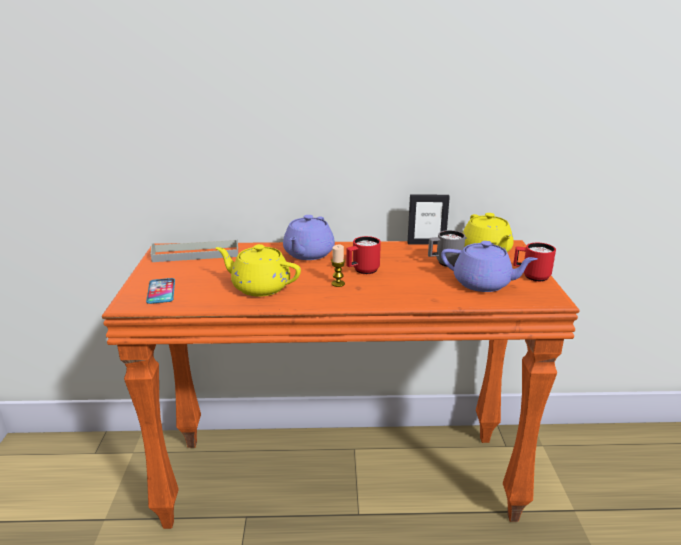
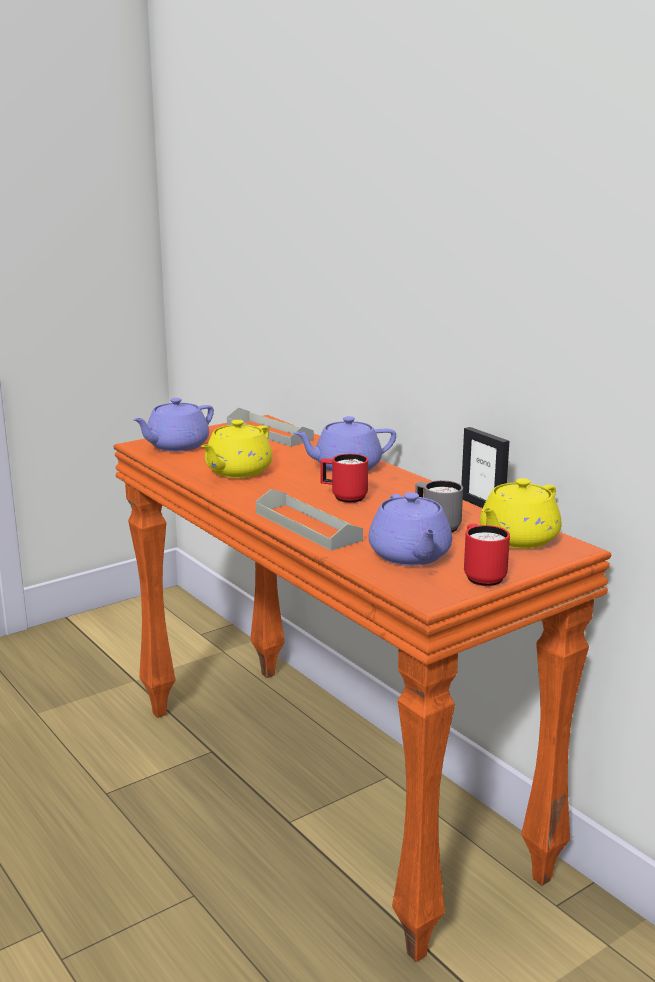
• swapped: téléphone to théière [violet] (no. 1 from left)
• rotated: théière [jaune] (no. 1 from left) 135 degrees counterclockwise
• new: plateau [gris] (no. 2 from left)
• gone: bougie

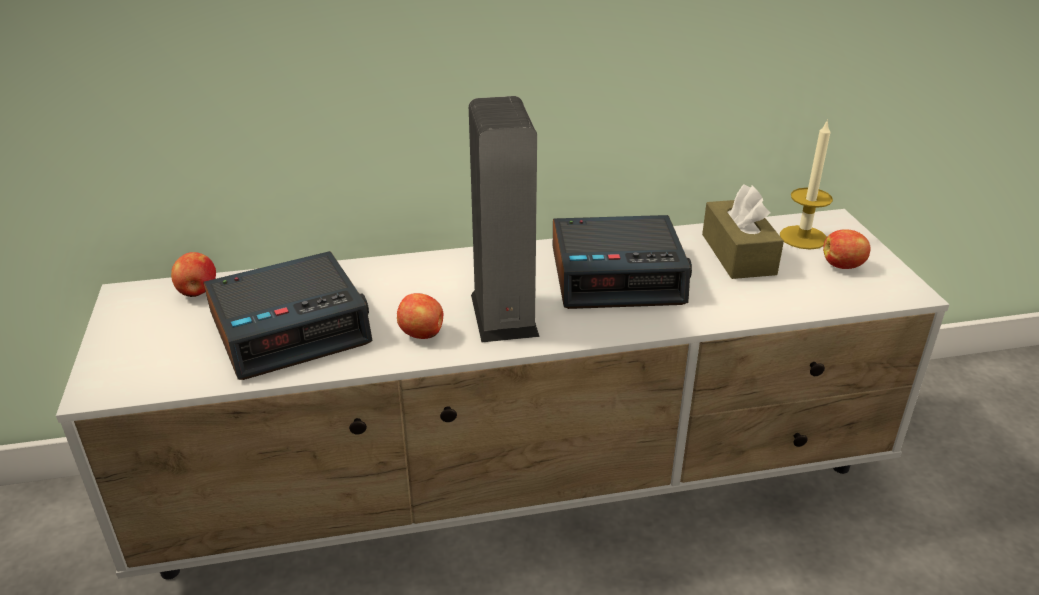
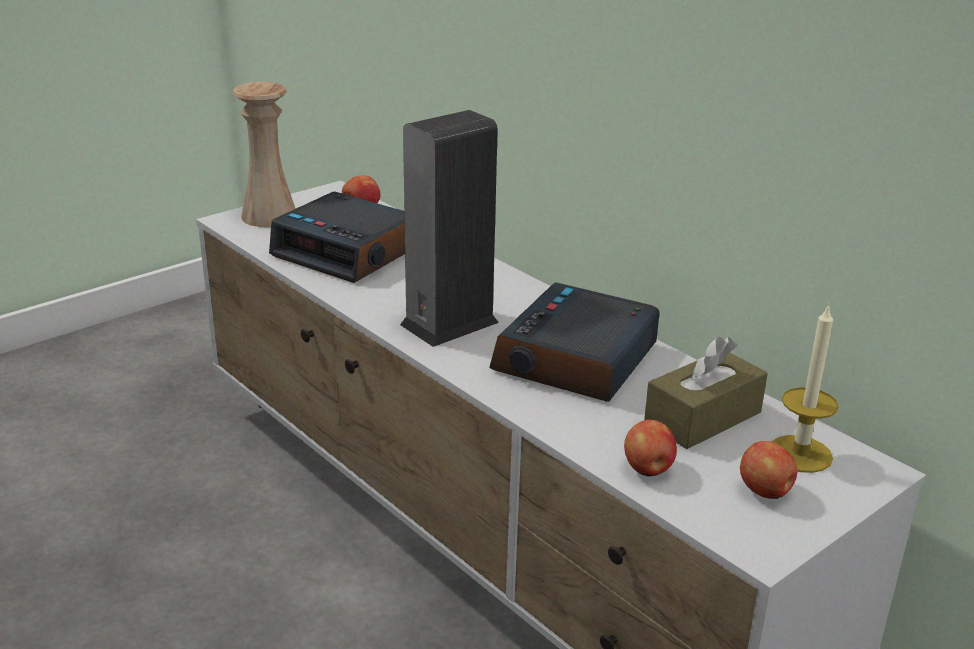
• new: vase [beige]
• rotated: réveil (no. 2 from left) 60 degrees clockwise
• shifted: pomme (no. 2 from left)

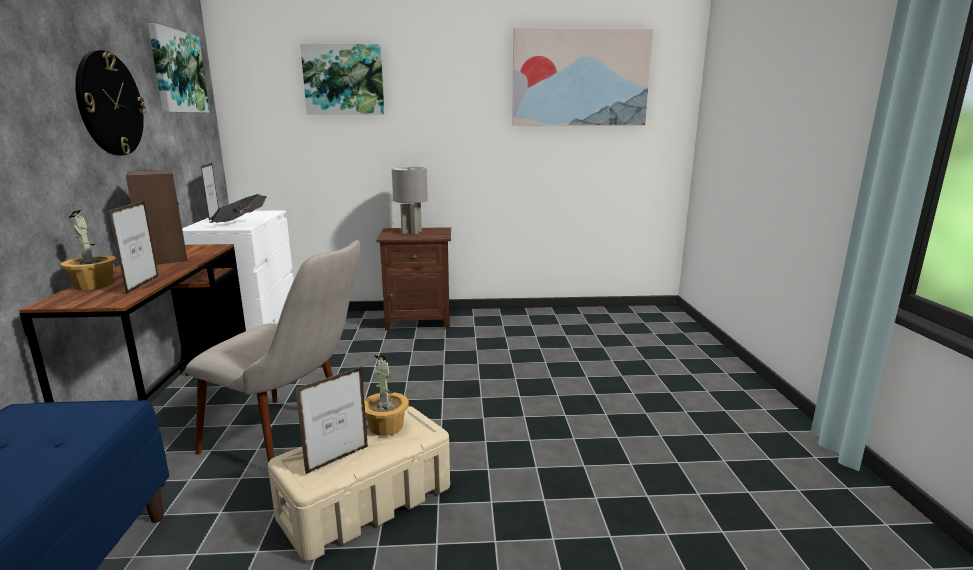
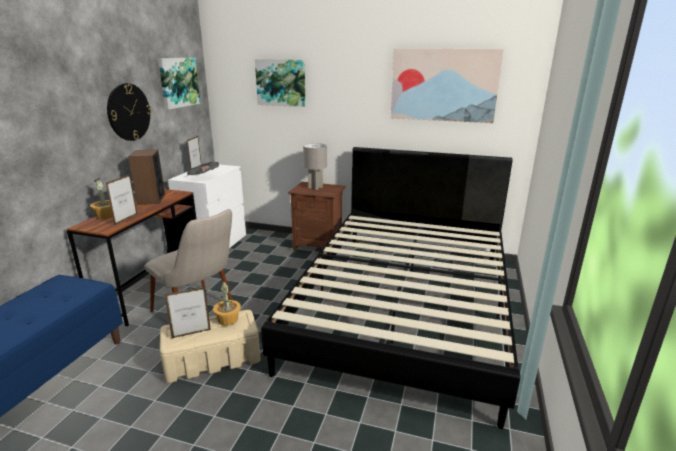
• new: lit [noir]

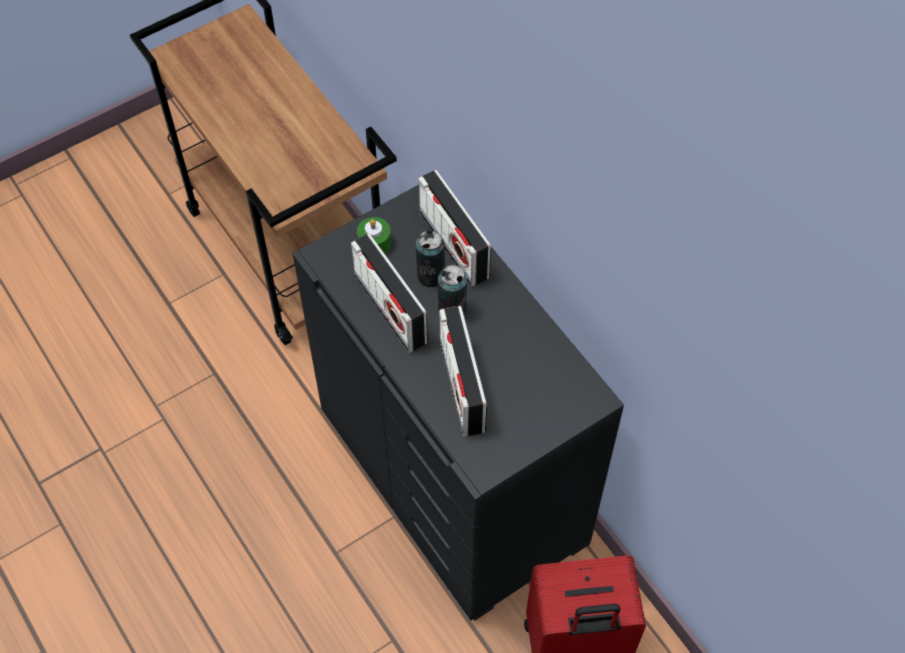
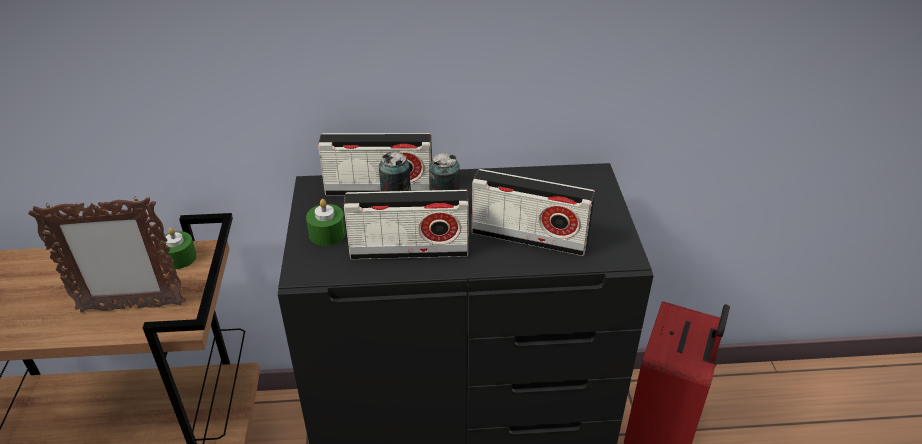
• new: cadre photo
• new: bougie [vert] (no. 1 from left)

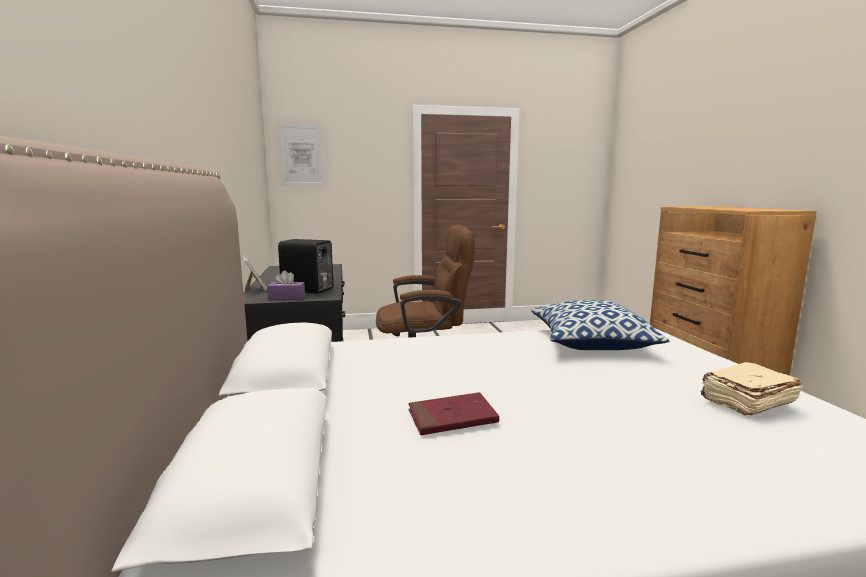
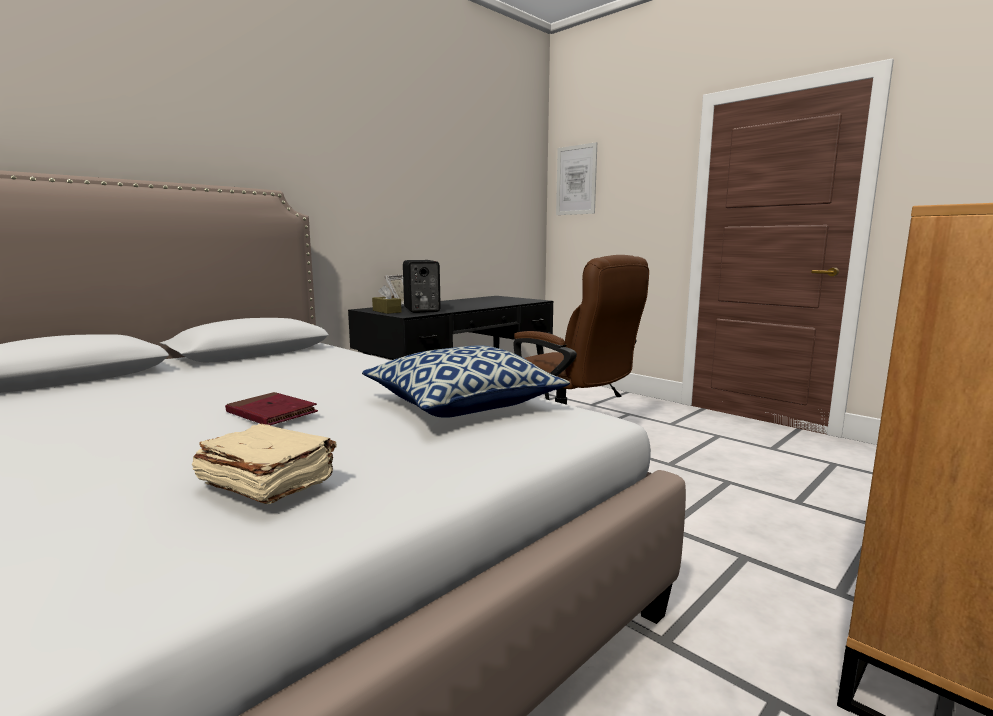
• shifted: livre [rouge]
• repainted: boîte à mouchoirs [violet] to boîte à mouchoirs [marron]

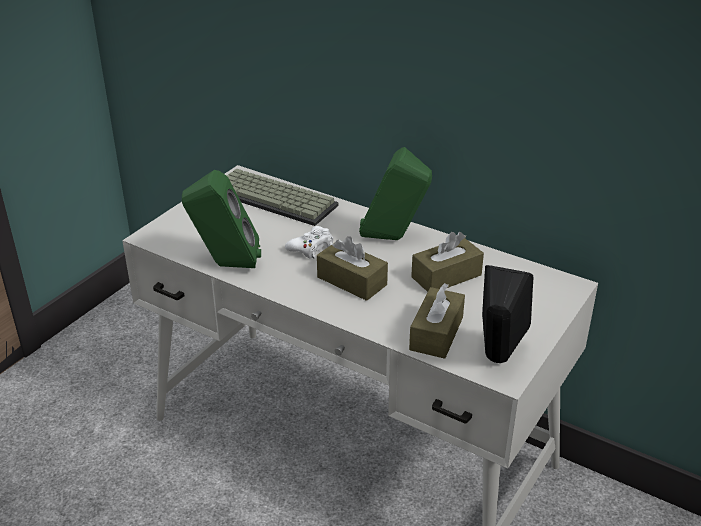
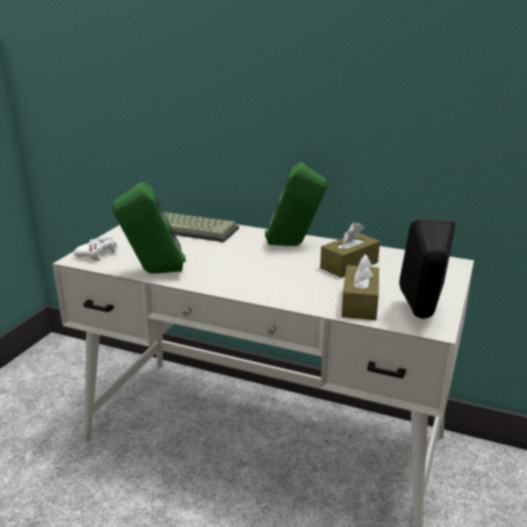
• shifted: manette [blanc]
• gone: boîte à mouchoirs [marron] (no. 1 from left)

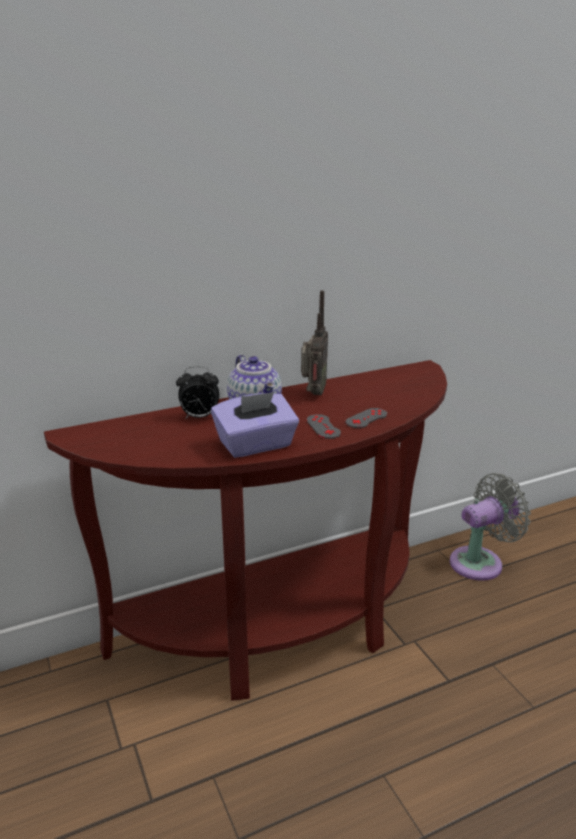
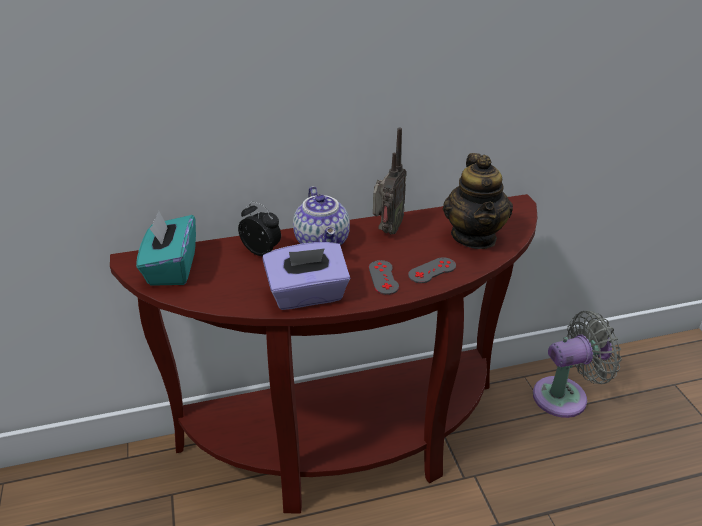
• new: boîte à mouchoirs [turquoise]
• rotated: réveil 150 degrees counterclockwise
• new: théière (no. 2 from left)

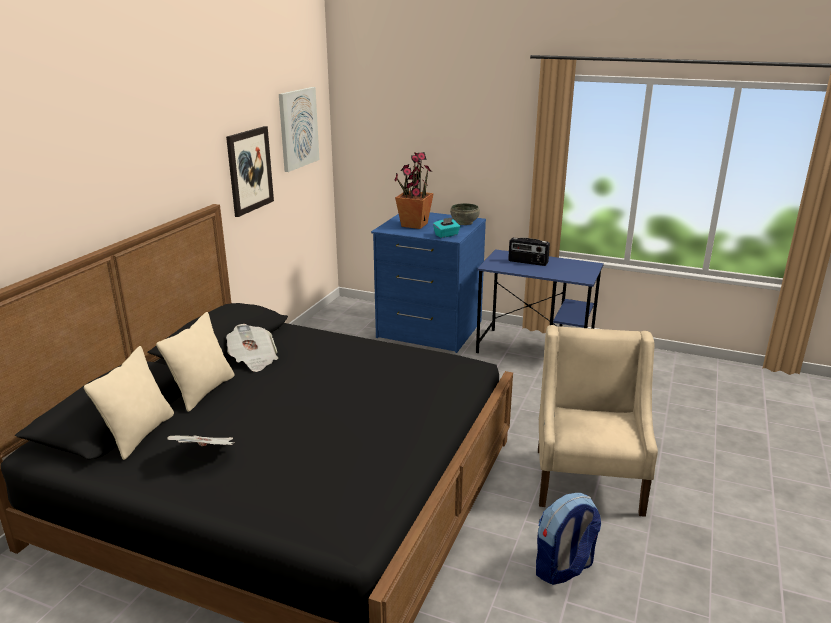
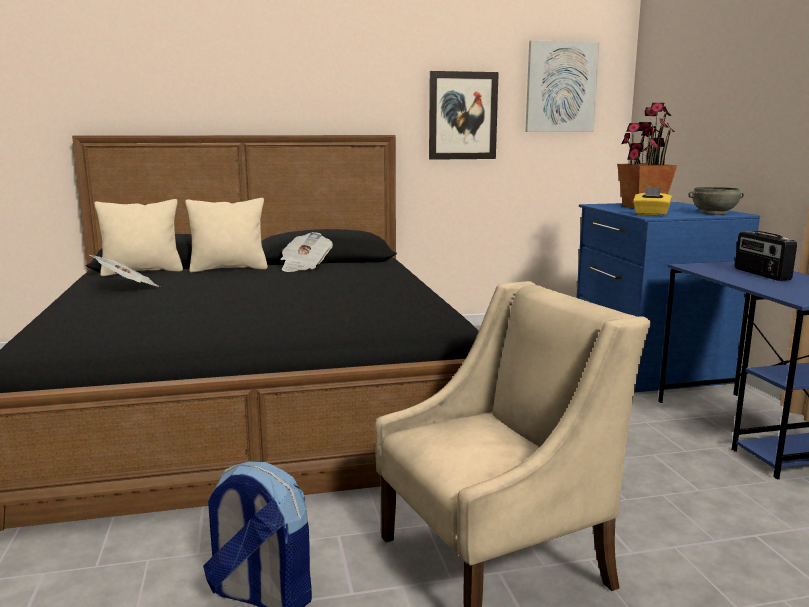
• repainted: boîte à mouchoirs [turquoise] to boîte à mouchoirs [jaune]

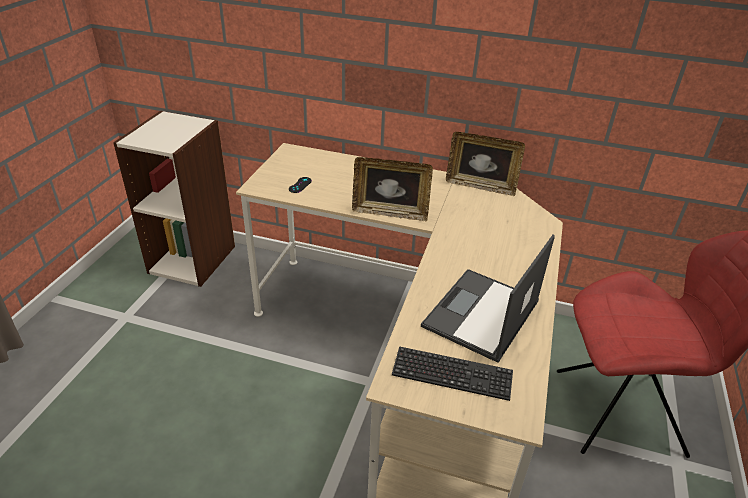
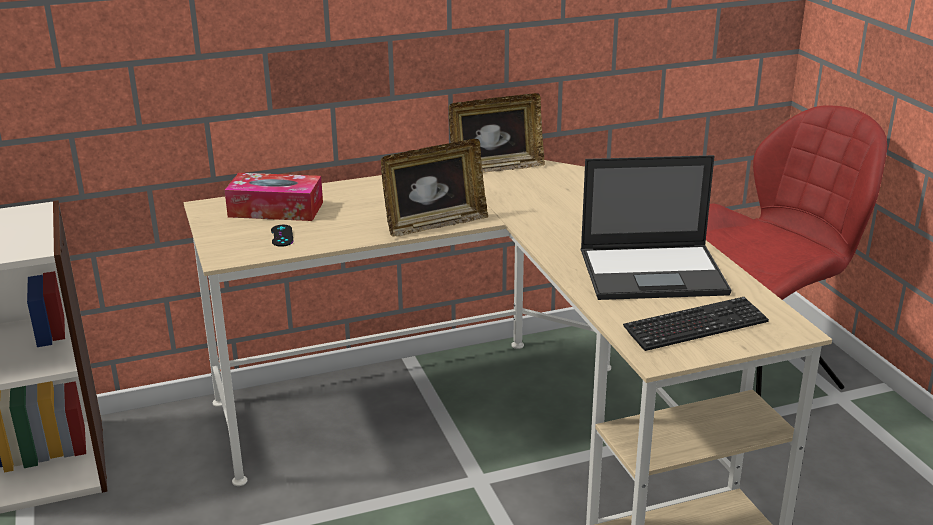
• new: boîte à mouchoirs
• rotated: ordinateur portable 90 degrees counterclockwise

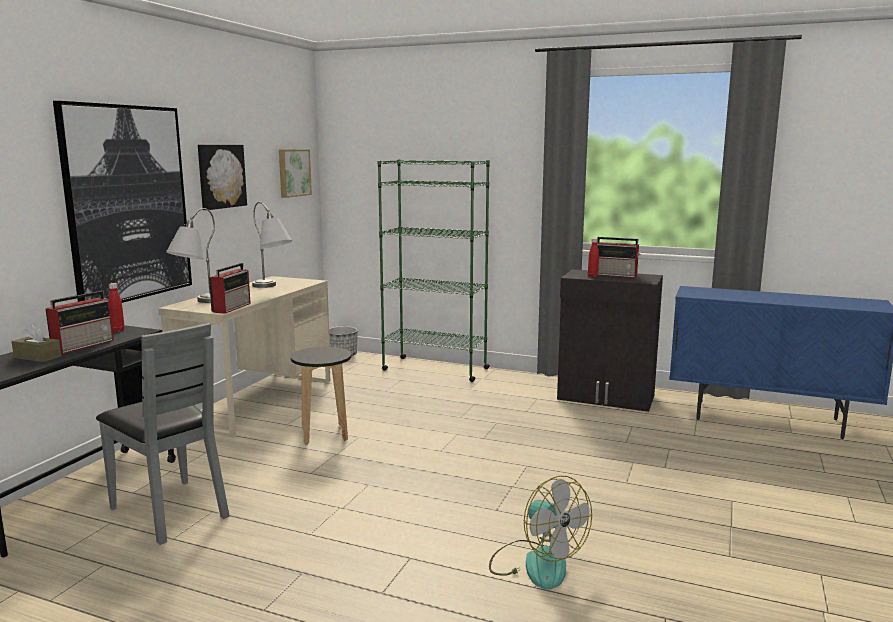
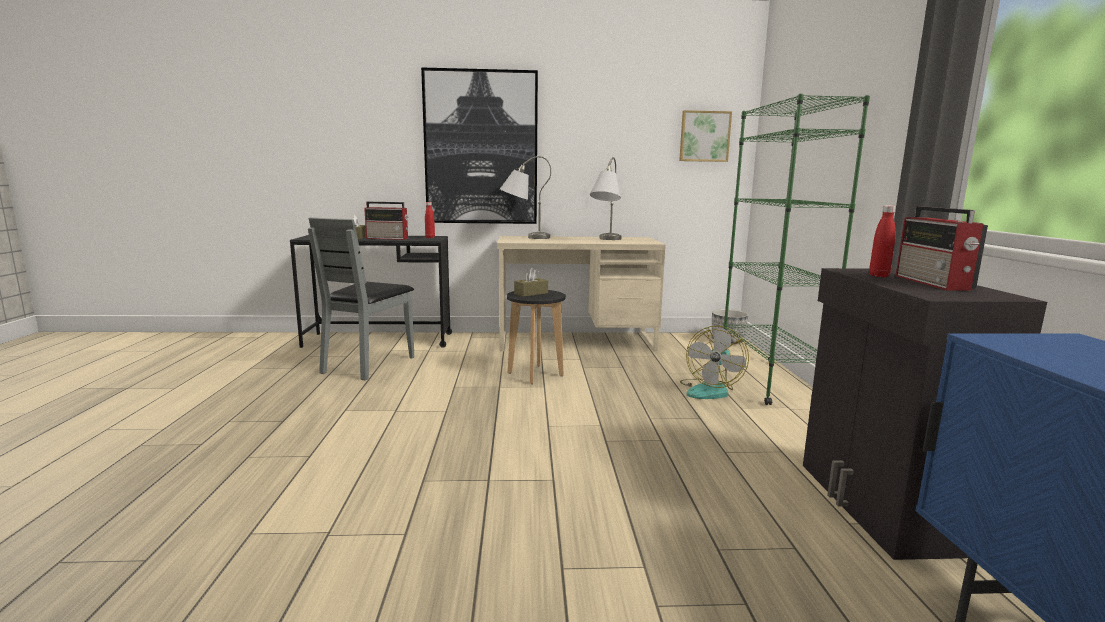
• new: boîte à mouchoirs [marron] (no. 2 from left)
• shifted: ventilateur
• gone: tableau (no. 2 from left)
• gone: radio (no. 2 from left)

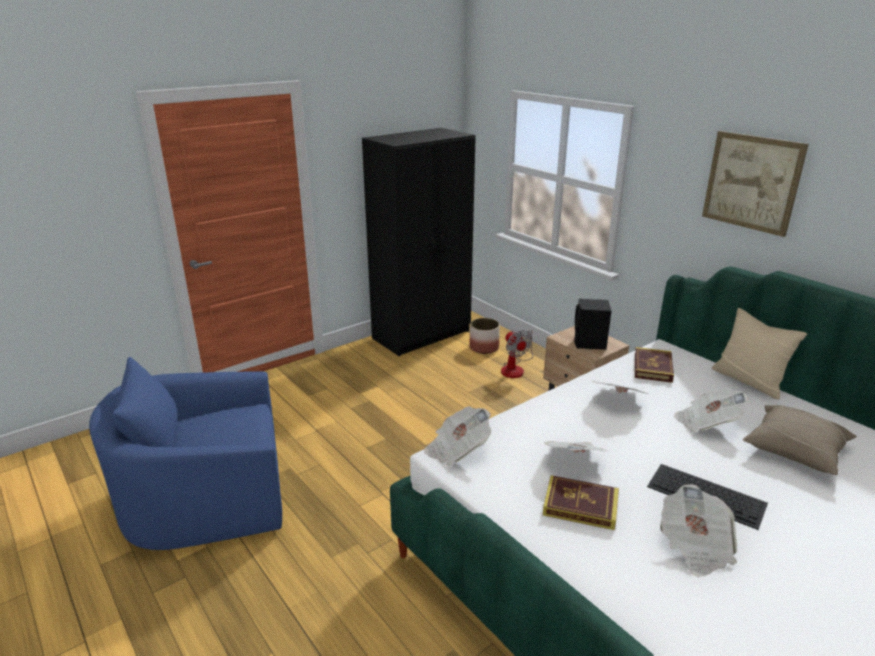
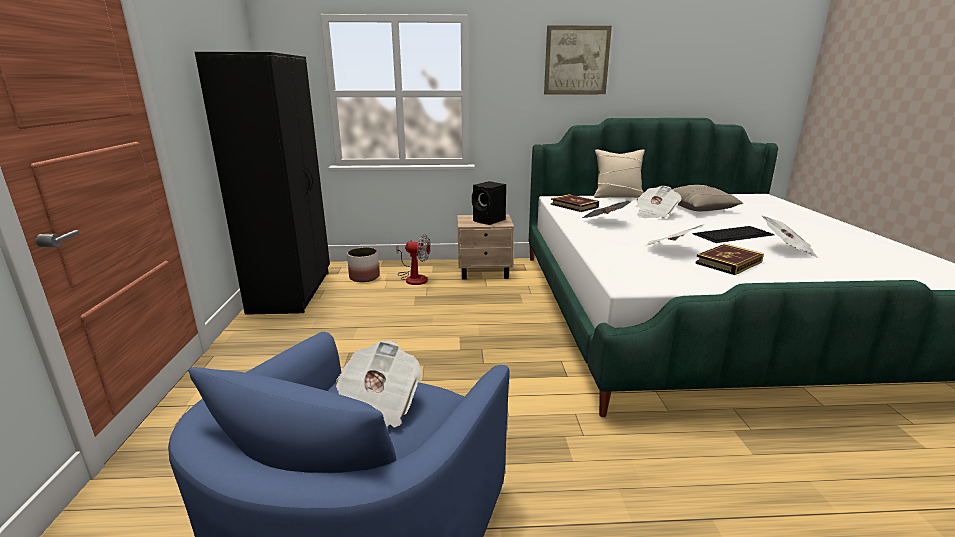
• shifted: journal (no. 1 from left)

